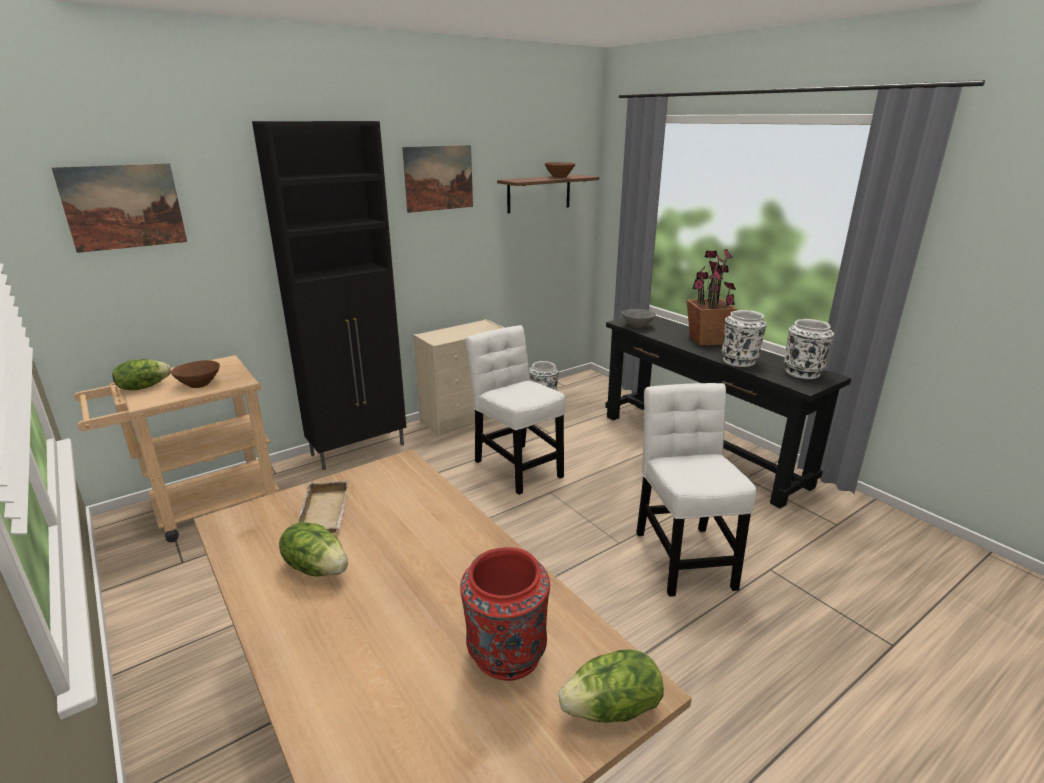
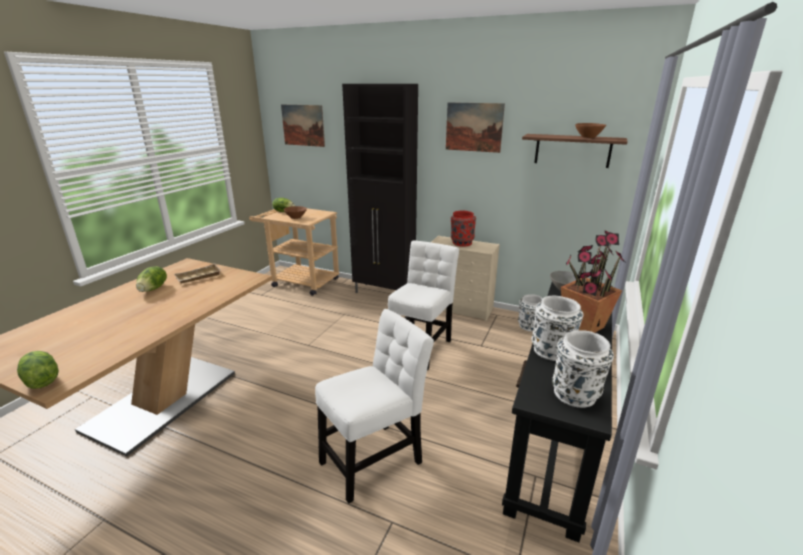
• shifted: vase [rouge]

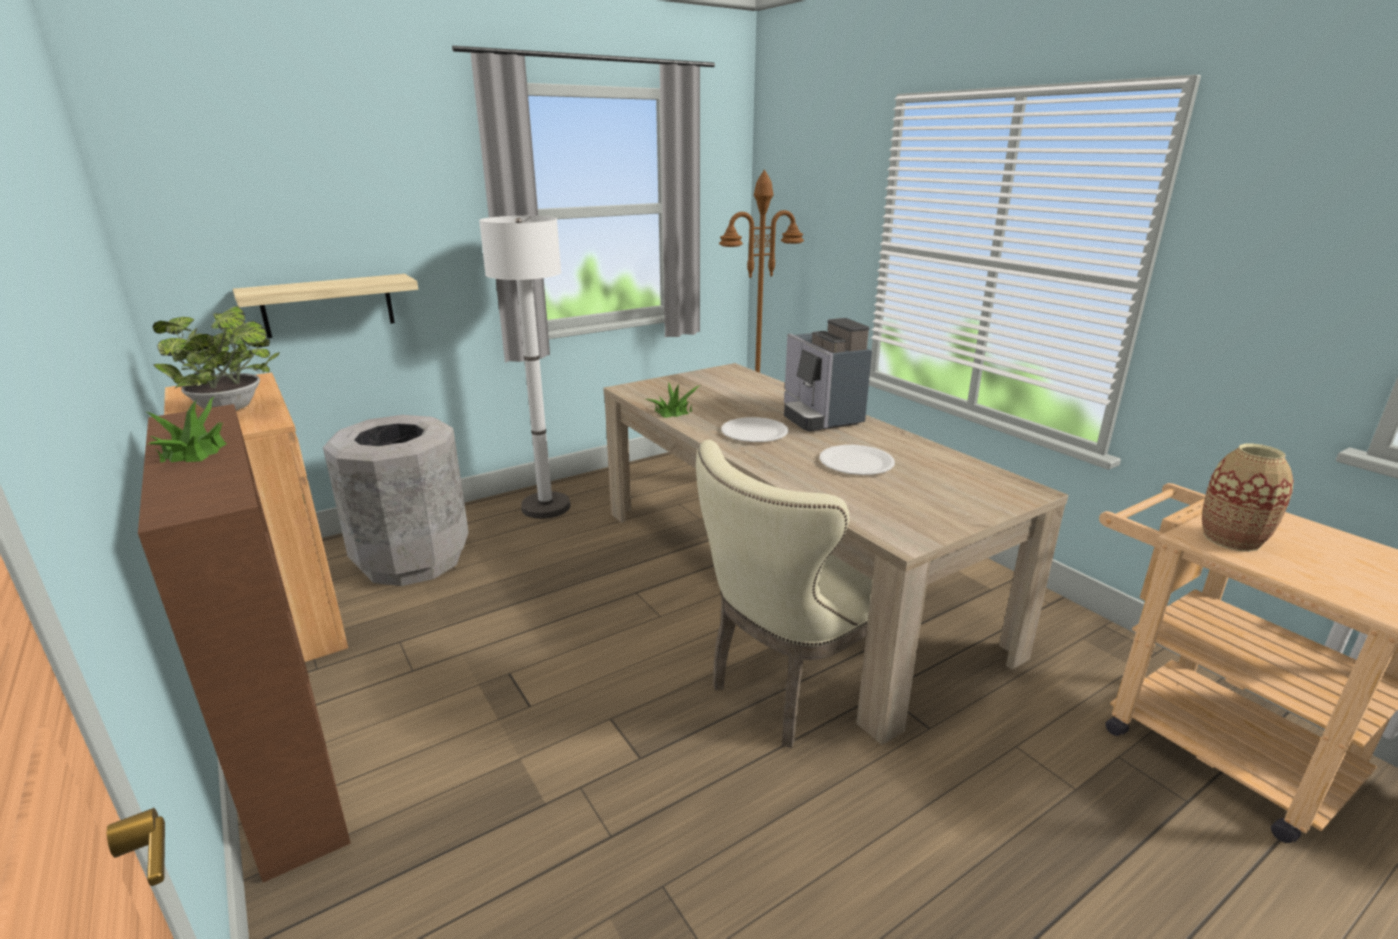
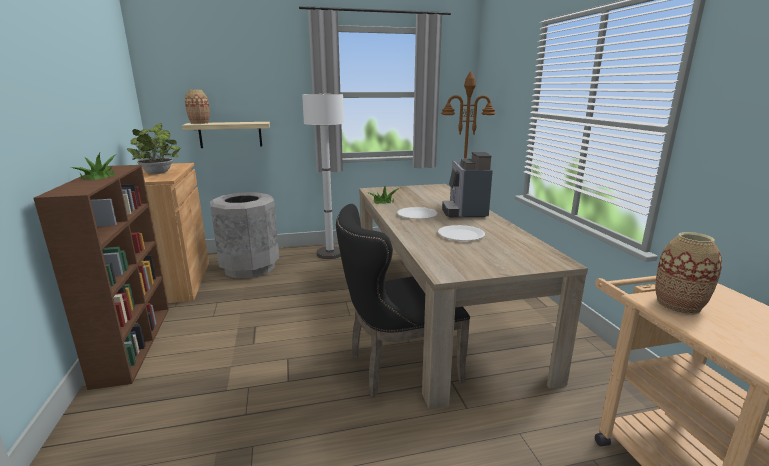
• new: vase (no. 1 from left)
• repainted: chaise [beige] to chaise [noir]

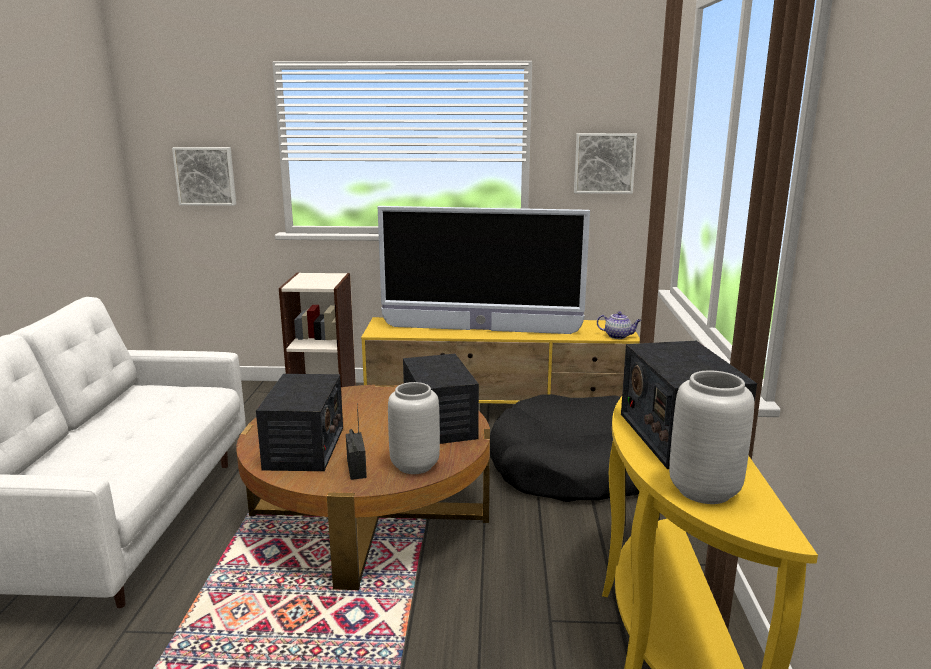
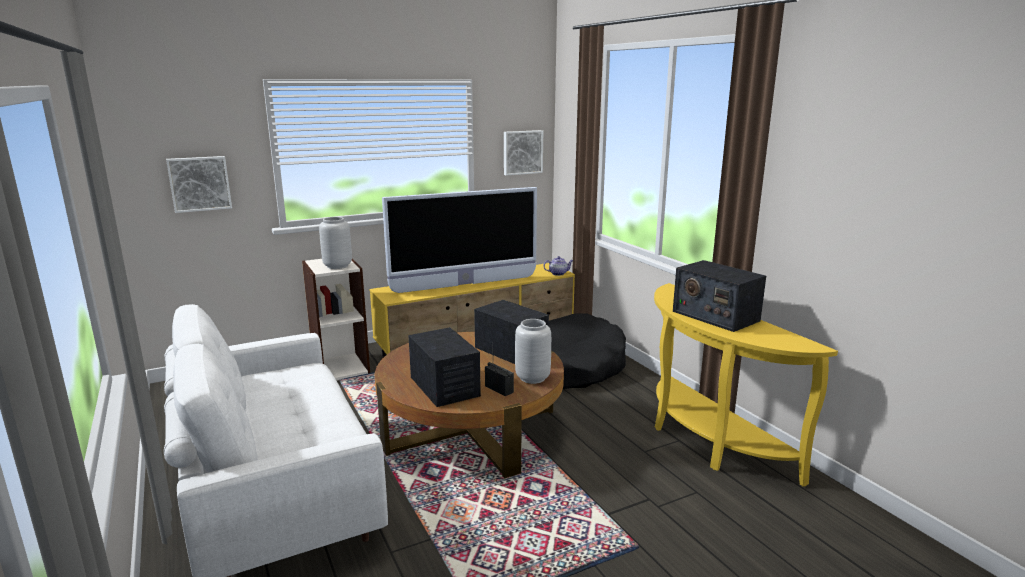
• shifted: vase [gris] (no. 2 from left in the first image) to vase [gris] (no. 1 from left)

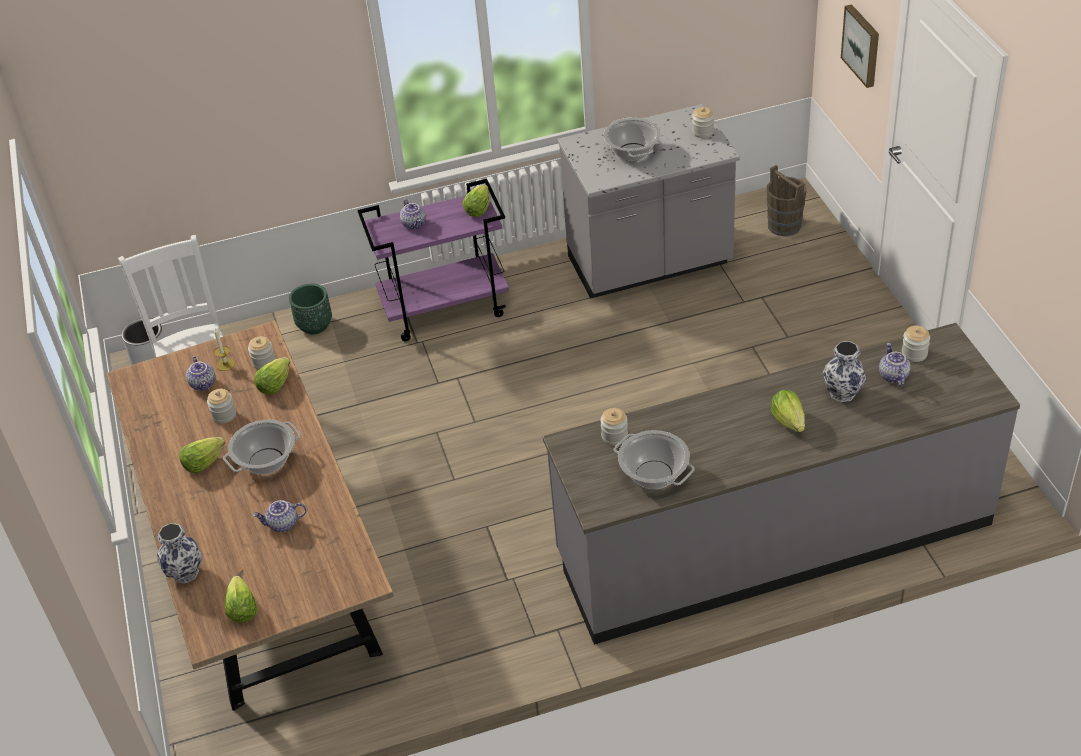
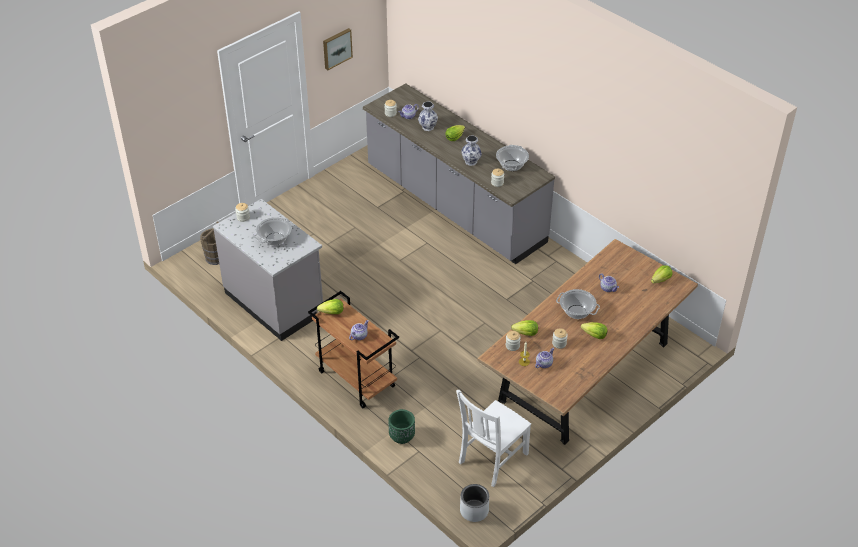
• repainted: chariot [violet] to chariot [marron]
• shifted: tableau
• shifted: vase (no. 1 from left in the first image) to vase (no. 2 from left)

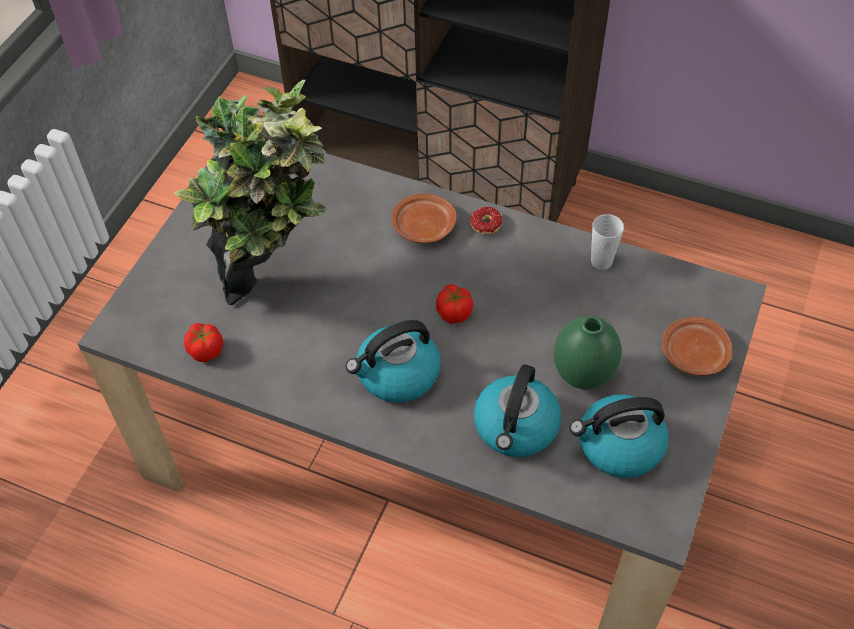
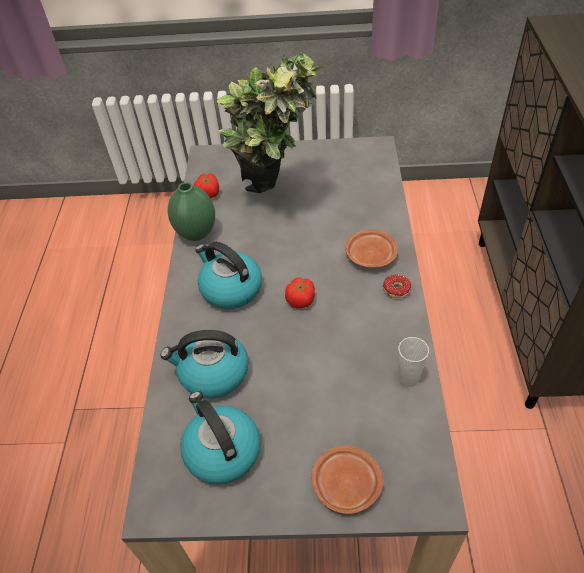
• shifted: vase [vert]

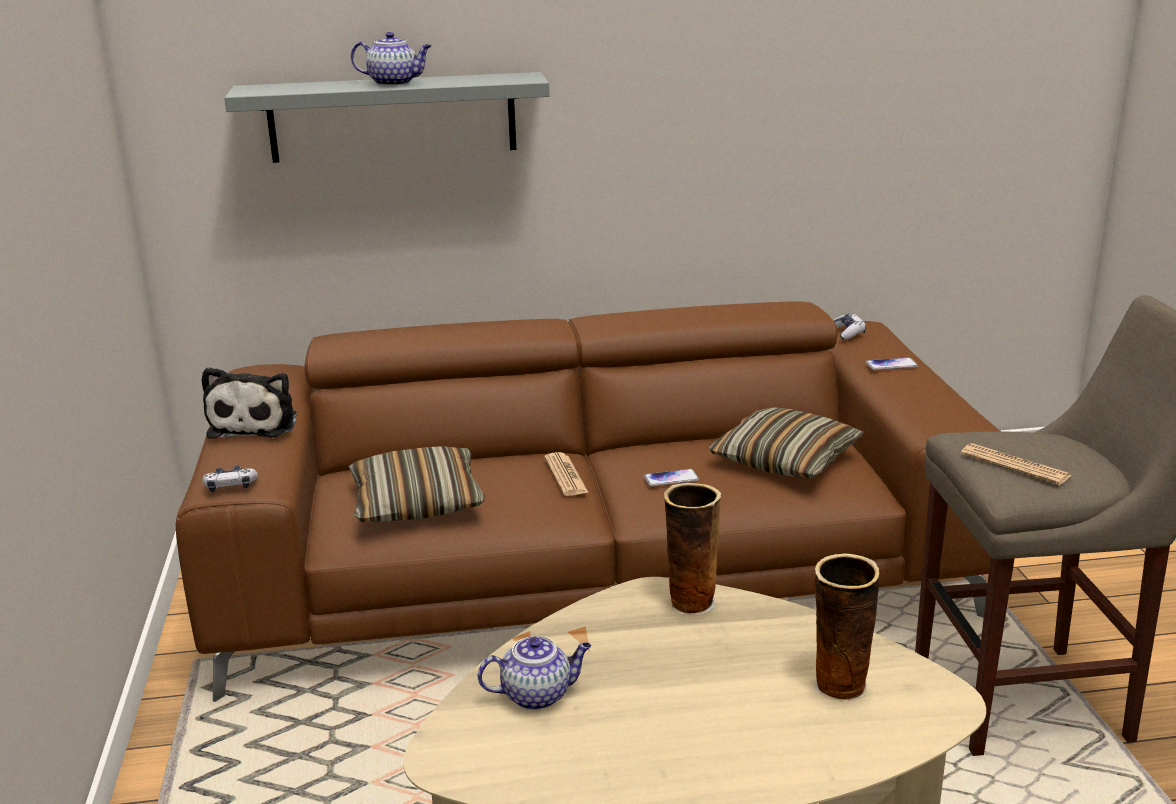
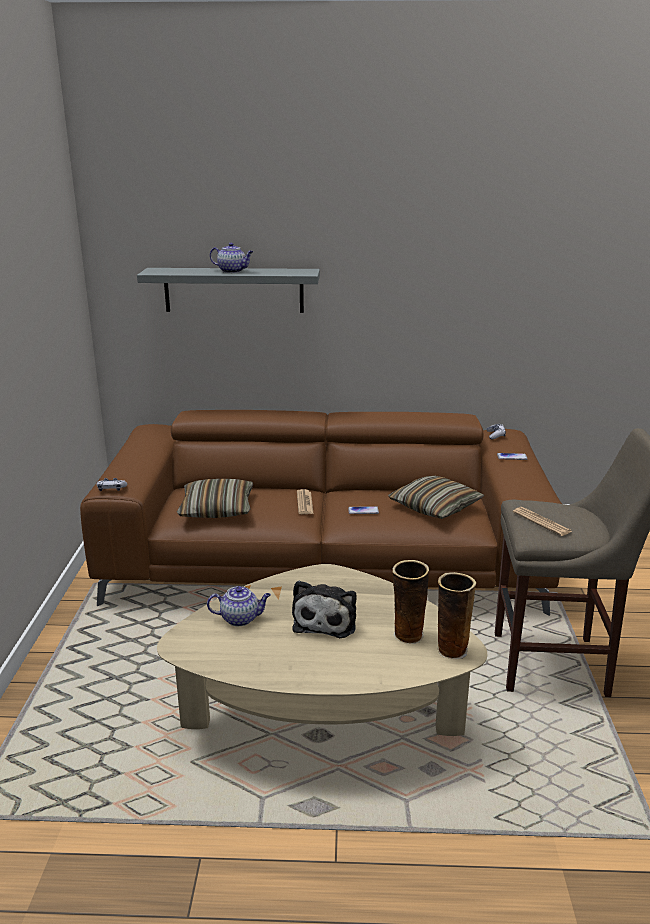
• shifted: peluche
• shifted: vase (no. 1 from left in the first image) to vase (no. 2 from left)

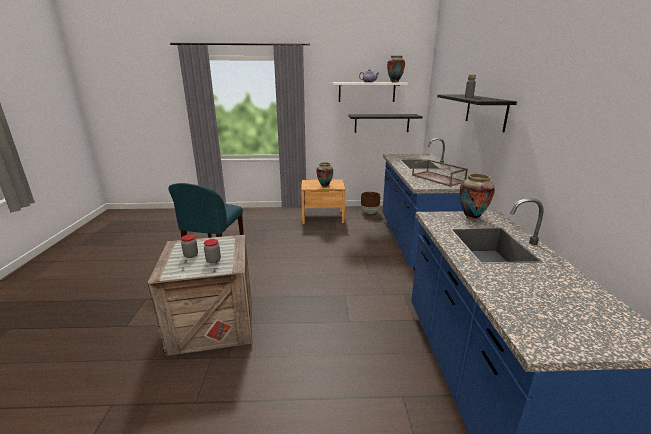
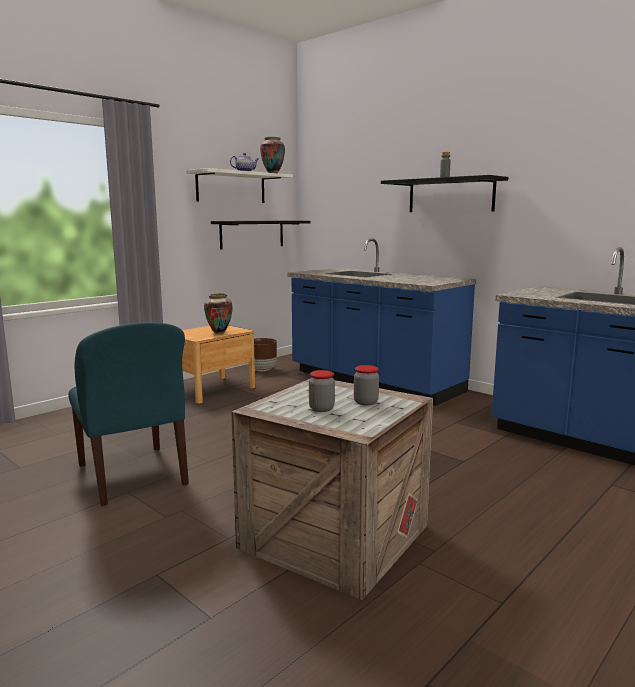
• gone: plateau [marron]
• gone: vase (no. 3 from left)

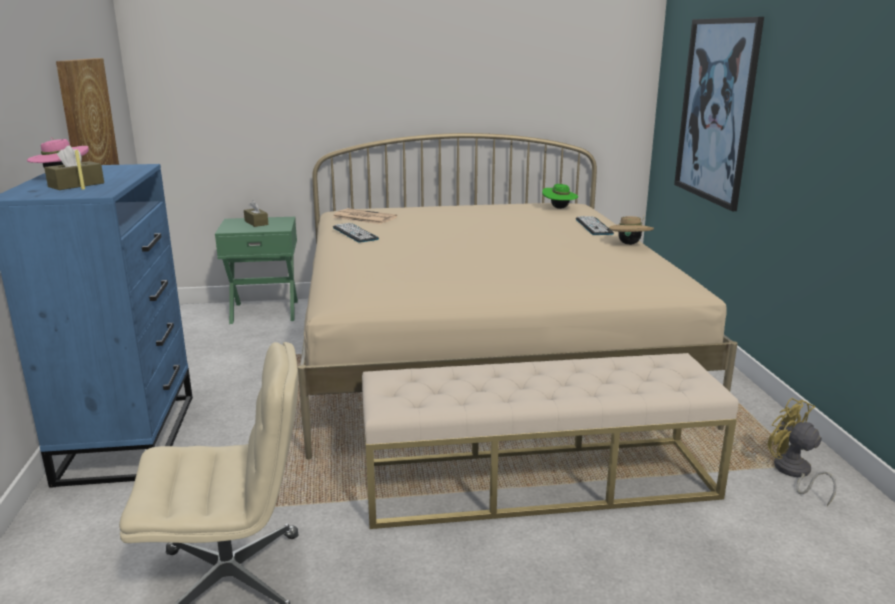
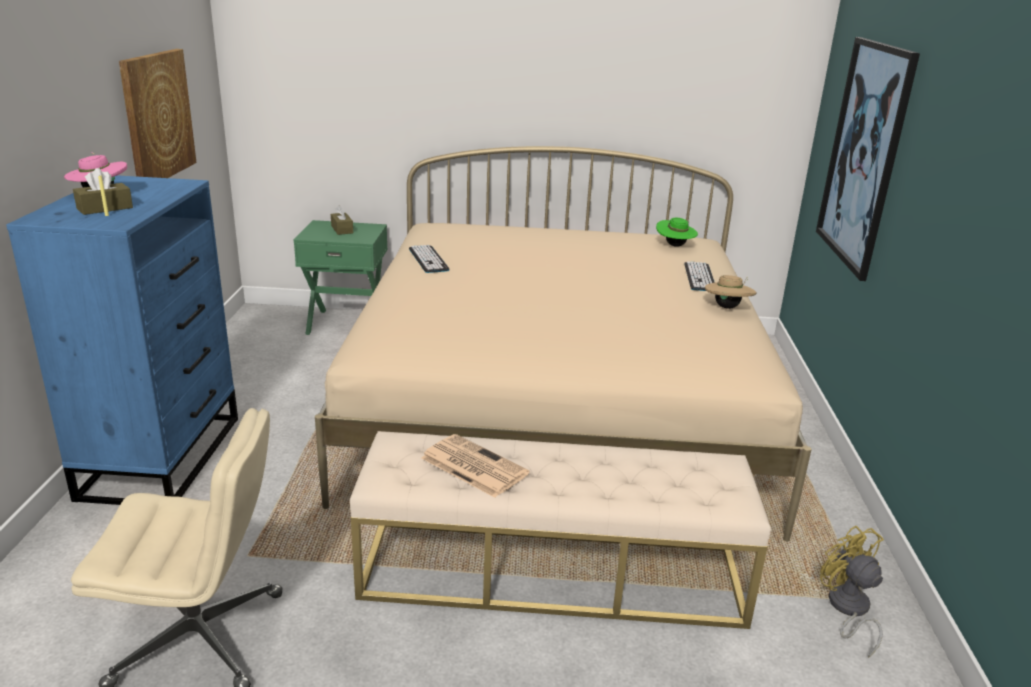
• shifted: journal

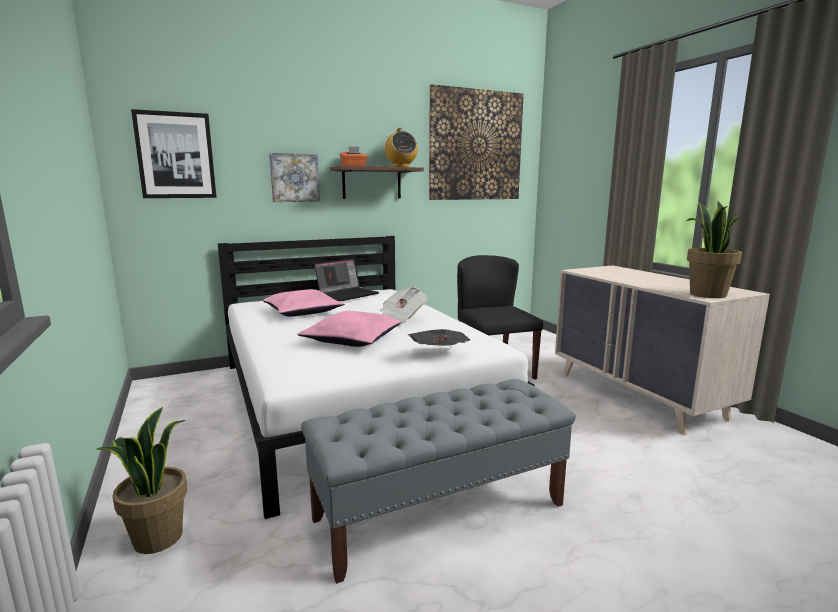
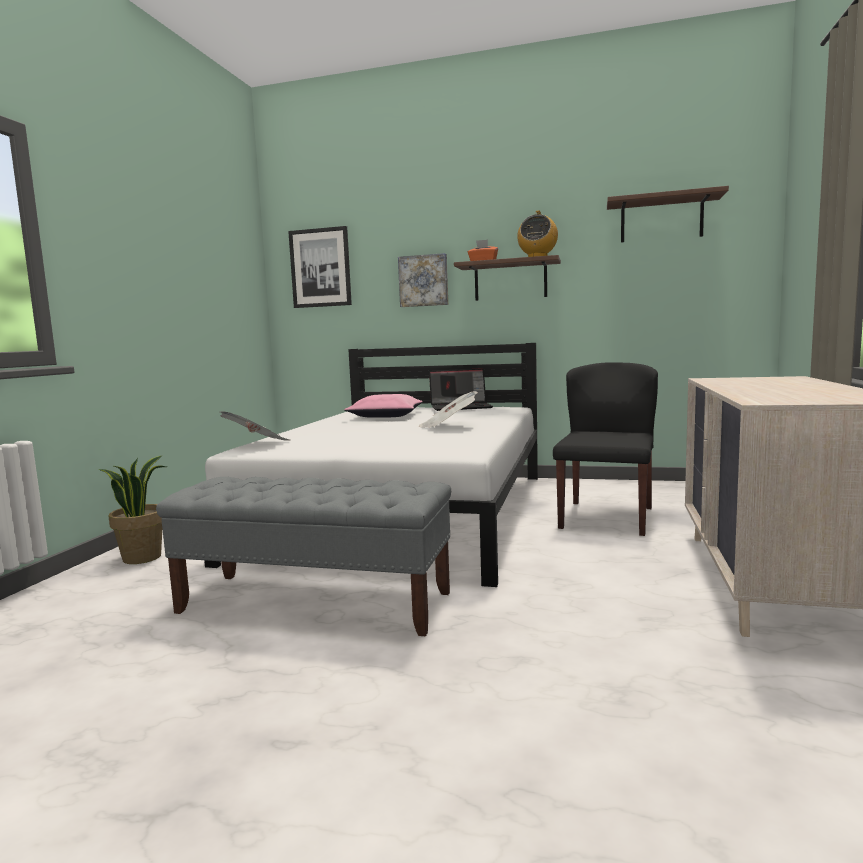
• shifted: journal (no. 2 from left in the first image) to journal (no. 1 from left)
• swapped: tableau (no. 3 from left) to étagère [marron] (no. 2 from left)
• gone: coussin [rose] (no. 2 from left)
• gone: plante en pot (no. 2 from left)

